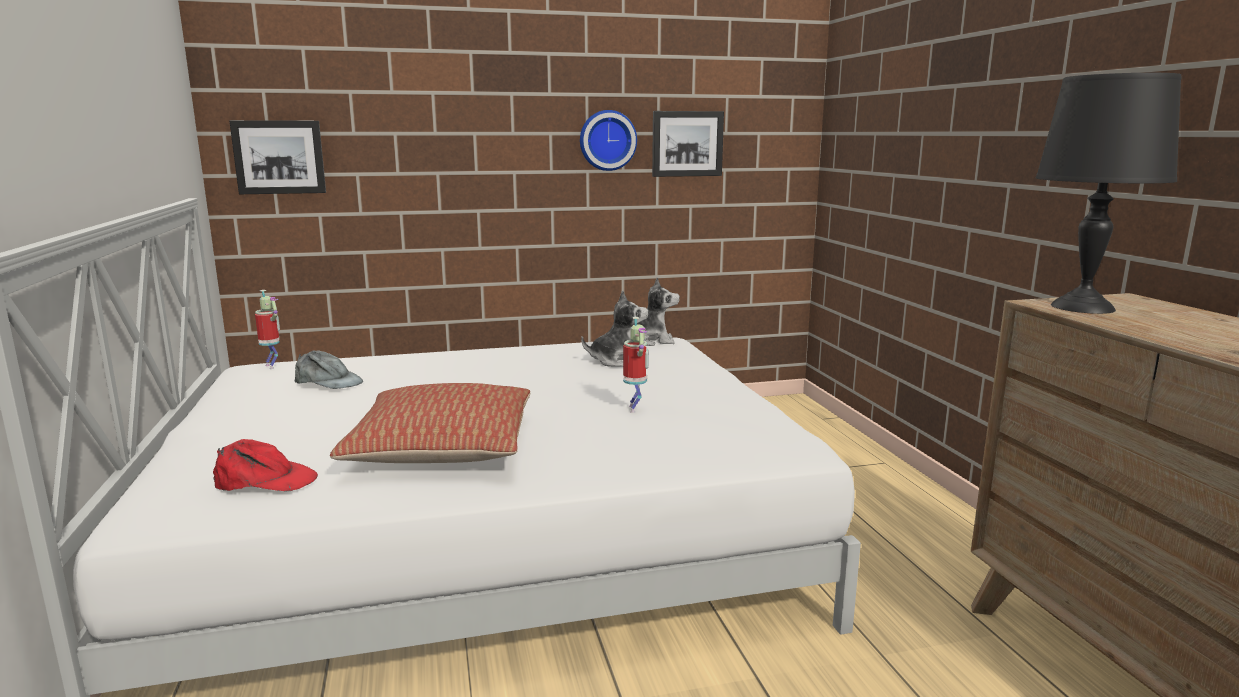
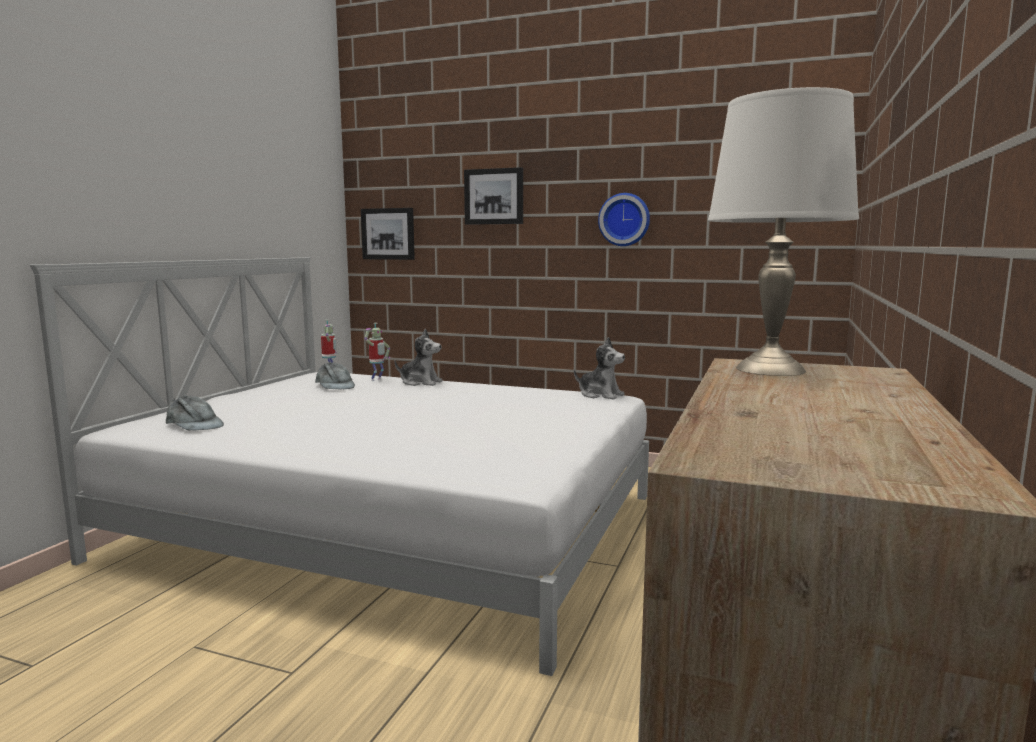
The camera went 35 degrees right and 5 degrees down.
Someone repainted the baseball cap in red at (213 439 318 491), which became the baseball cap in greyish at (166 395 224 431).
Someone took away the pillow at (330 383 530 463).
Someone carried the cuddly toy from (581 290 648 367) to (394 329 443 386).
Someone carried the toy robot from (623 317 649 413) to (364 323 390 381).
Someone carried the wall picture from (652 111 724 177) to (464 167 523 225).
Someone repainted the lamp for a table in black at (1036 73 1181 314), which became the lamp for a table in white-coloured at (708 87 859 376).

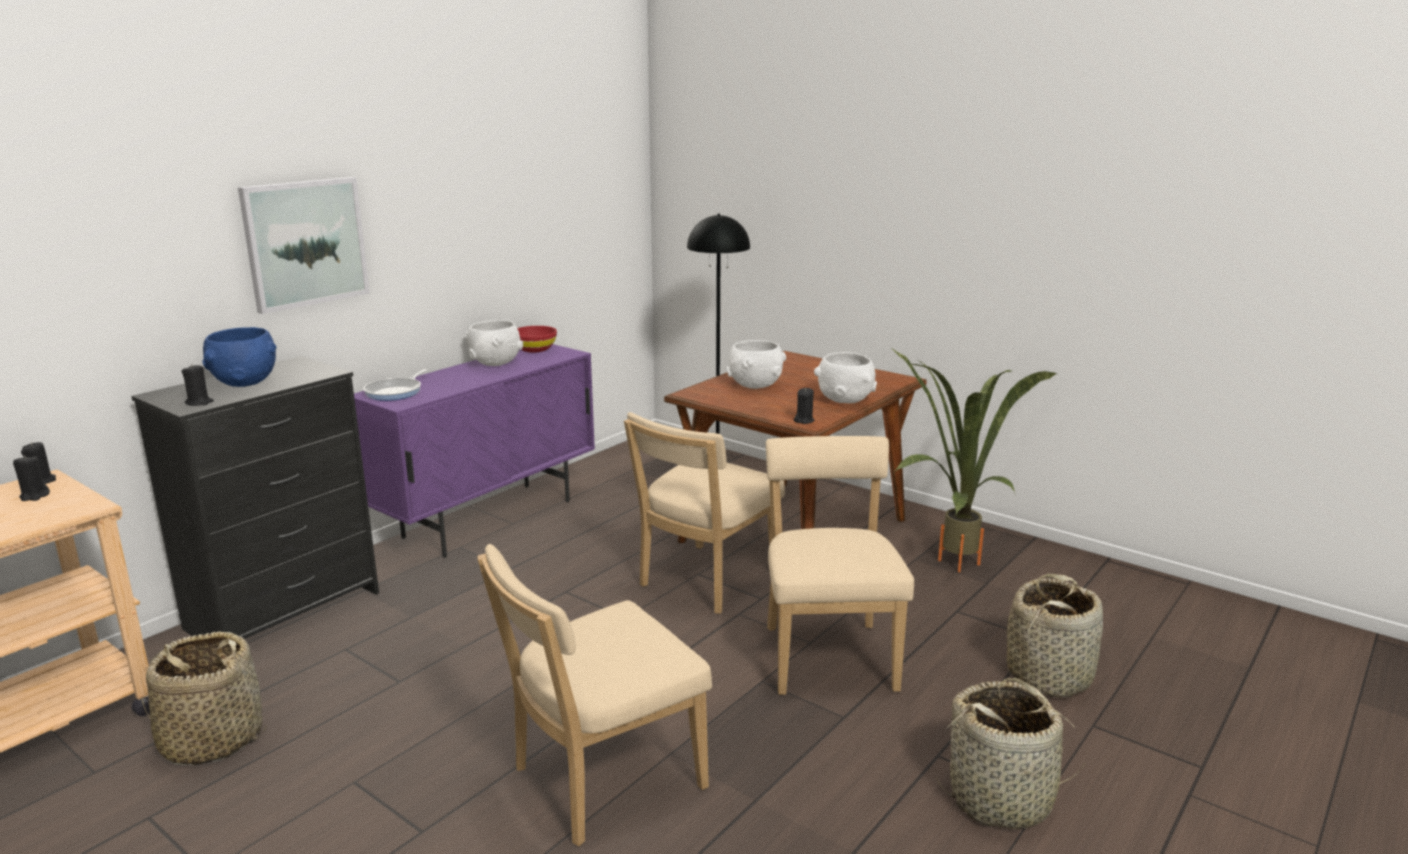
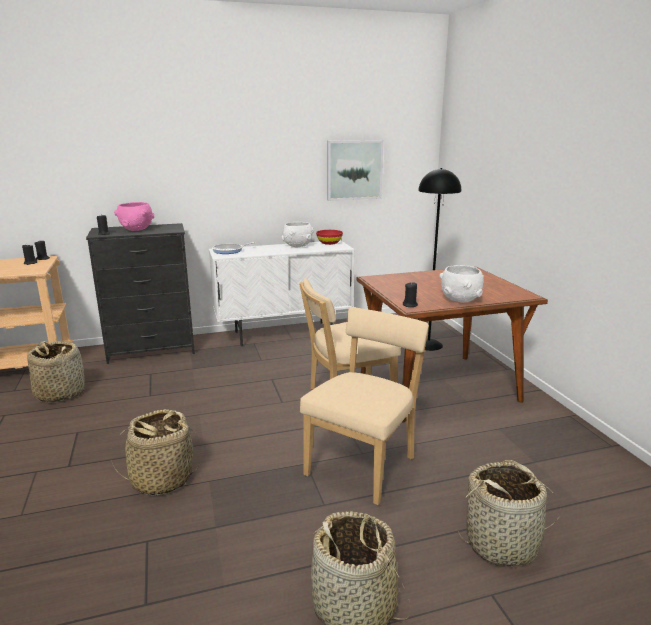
The camera went 35 degrees right and 0 degrees up.
Someone repainted the serving bowl in blue at (202 327 276 387), which became the serving bowl in pinkish at (114 202 154 231).
Someone carried the wall picture from (238 177 370 314) to (327 140 384 201).
Someone repainted the cabinet in purplish at (354 344 595 558), which became the cabinet in white-coloured at (209 240 354 346).
Someone swapped the upright chair in beige at (477 544 712 846) for the storage basket at (111 409 201 496).
Someone took away the serving bowl in white-coloured at (727 340 786 389).
Someone took away the houseplant at (891 348 1057 572).

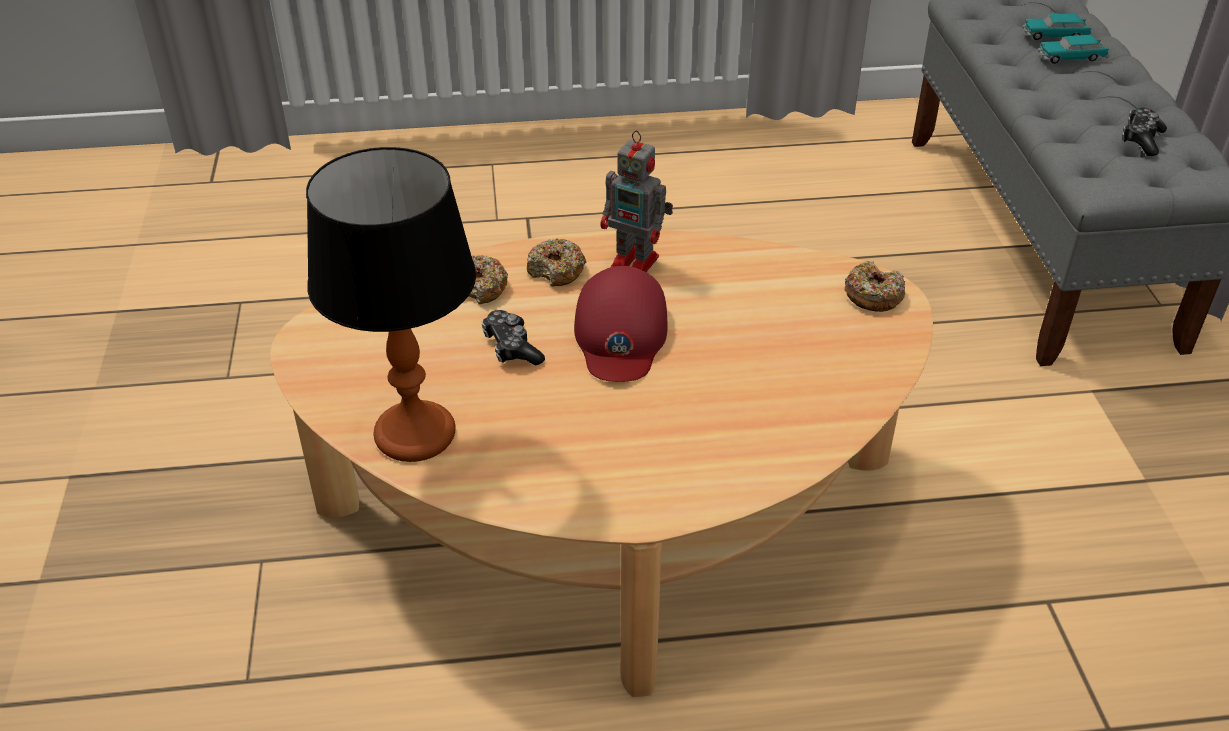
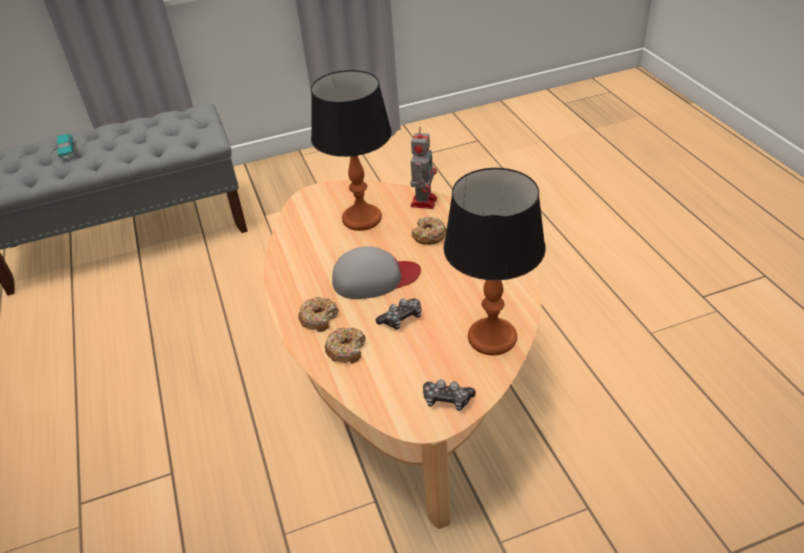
The camera went 100 degrees left and 0 degrees up.
Someone repainted the baseball cap in red at (574 266 668 382), which became the baseball cap in greyish at (332 246 421 299).
Someone carried the toy robot from (600 131 673 272) to (410 127 437 209).
Someone carried the doughnut from (845 261 905 312) to (411 217 447 245).
Someone took away the miniature car at (1022 14 1093 40).
Someone carried the joypad from (1122 108 1167 156) to (423 379 476 411).
Someone put down the lamp for a table at (311 70 392 231).

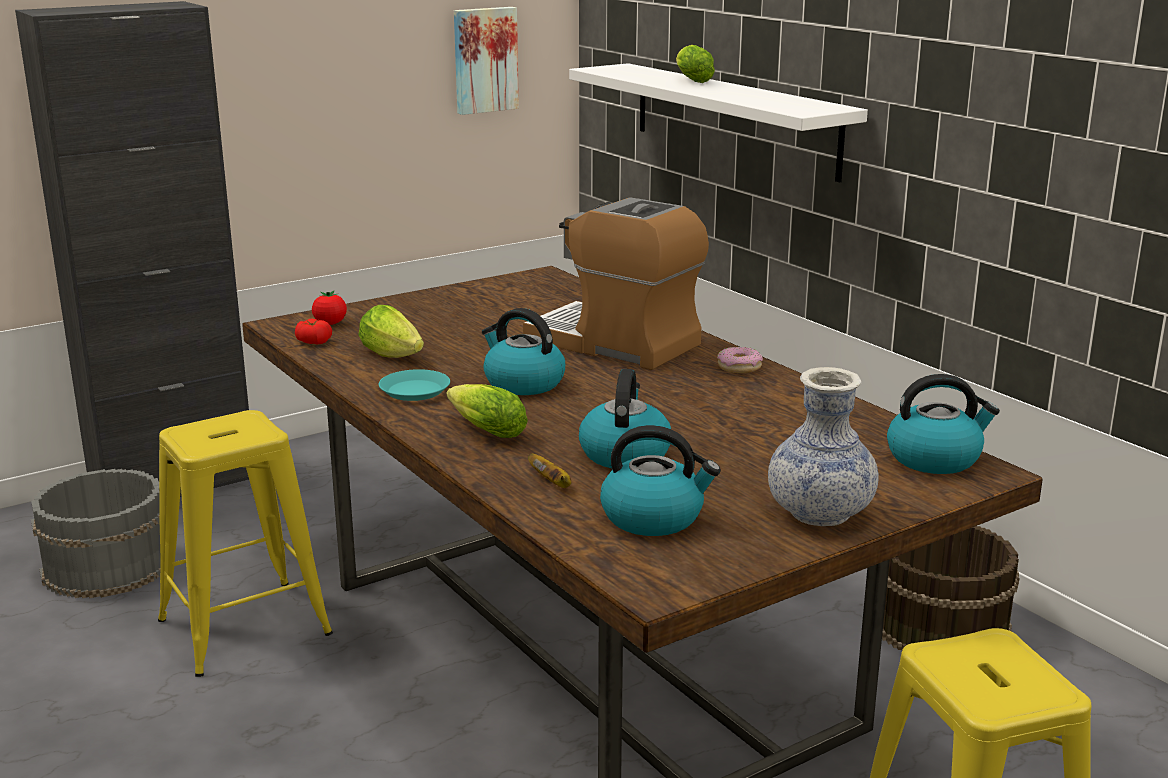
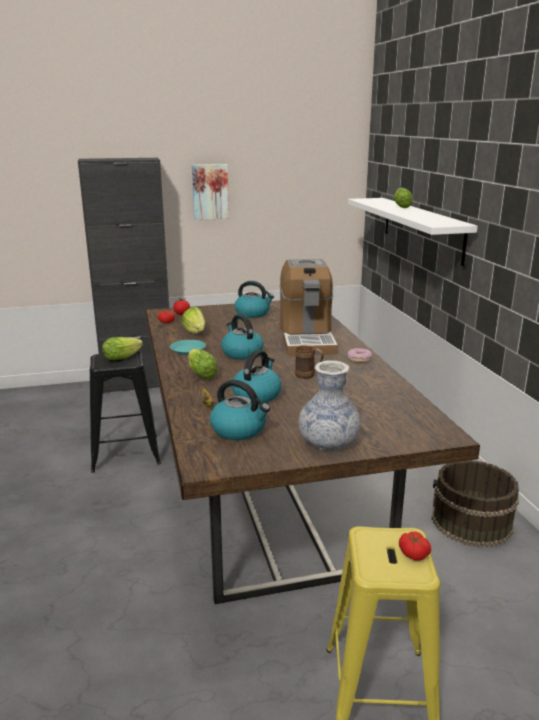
The camera went 20 degrees right and 0 degrees up.
Someone took away the bucket in greyish at (31 469 160 598).
Someone repainted the sitting stool in yellow at (158 410 333 677), which became the sitting stool in black at (90 351 161 473).
Someone carried the wall picture from (454 7 519 115) to (192 164 229 220).
Someone rotated the coffee machine at (523 197 709 370) by 150 degrees counterclockwise.
Someone carried the water kettle from (887 374 1000 474) to (235 281 274 318).
Someone put down the lettuce at (102 337 143 360).
Someone put down the coffee mug in brownish at (295 345 324 379).
Someone put down the whole tomato at (399 531 431 561).

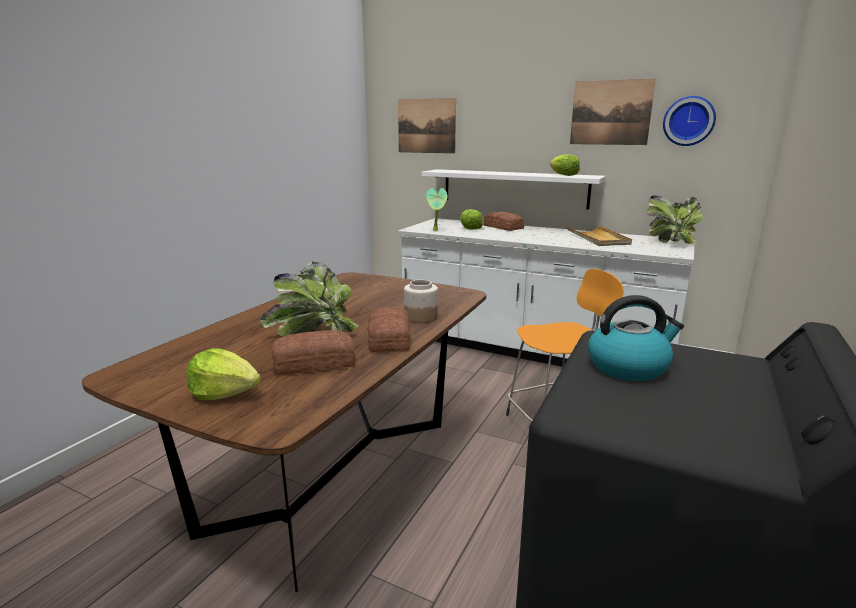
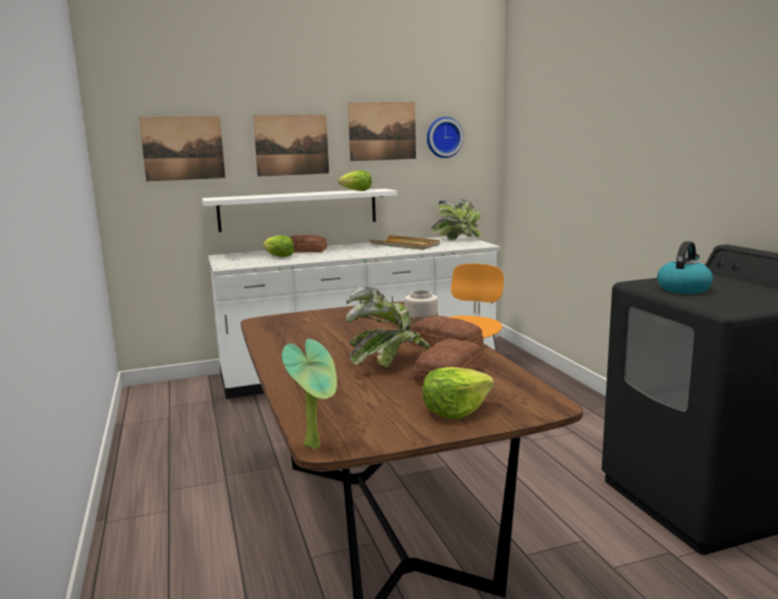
The camera went 45 degrees left and 5 degrees down.
Someone carried the houseplant from (426 188 448 231) to (282 339 337 450).
Someone put up the wall picture at (253 114 329 177).

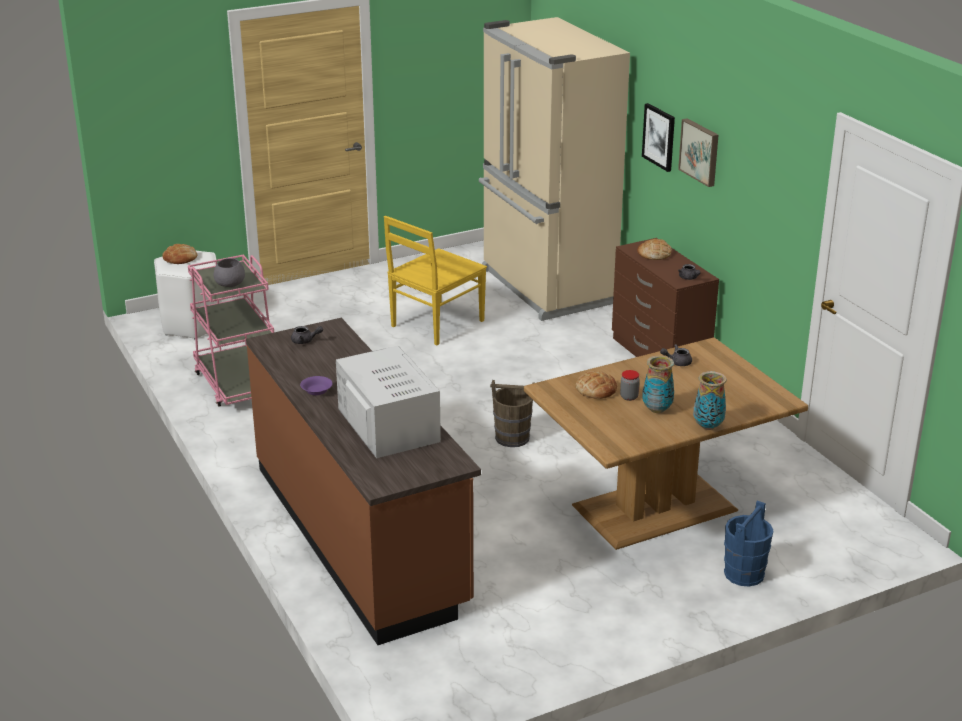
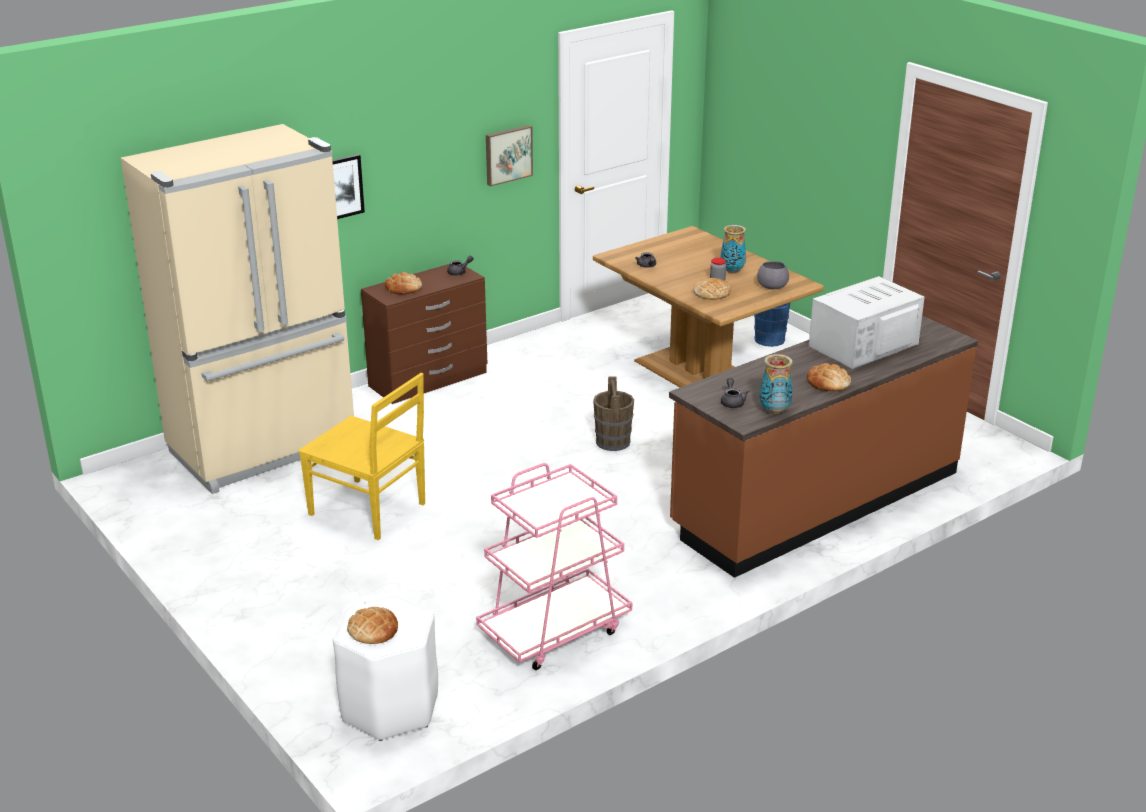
The camera went 100 degrees left and 0 degrees up.
Someone carried the serving bowl in greyish from (214 258 245 287) to (757 261 789 289).
Someone swapped the serving bowl in purplish at (300 376 332 395) for the bakery bread at (807 363 851 391).
Someone carried the wall picture from (678 118 718 187) to (486 125 533 186).
Someone carried the vase from (693 371 727 430) to (759 354 793 414).

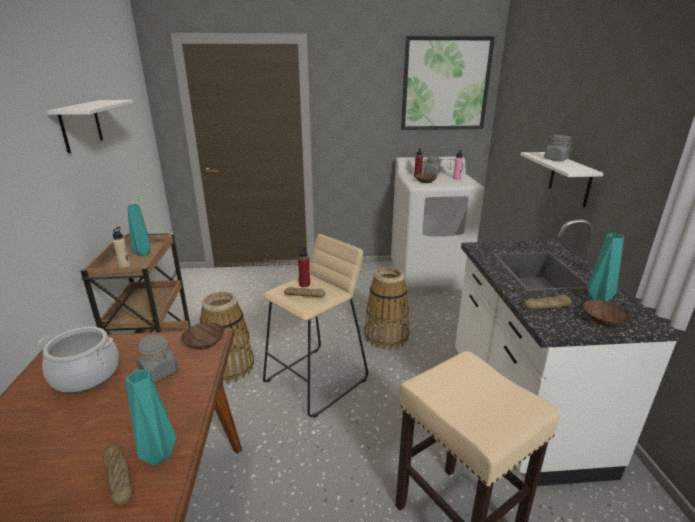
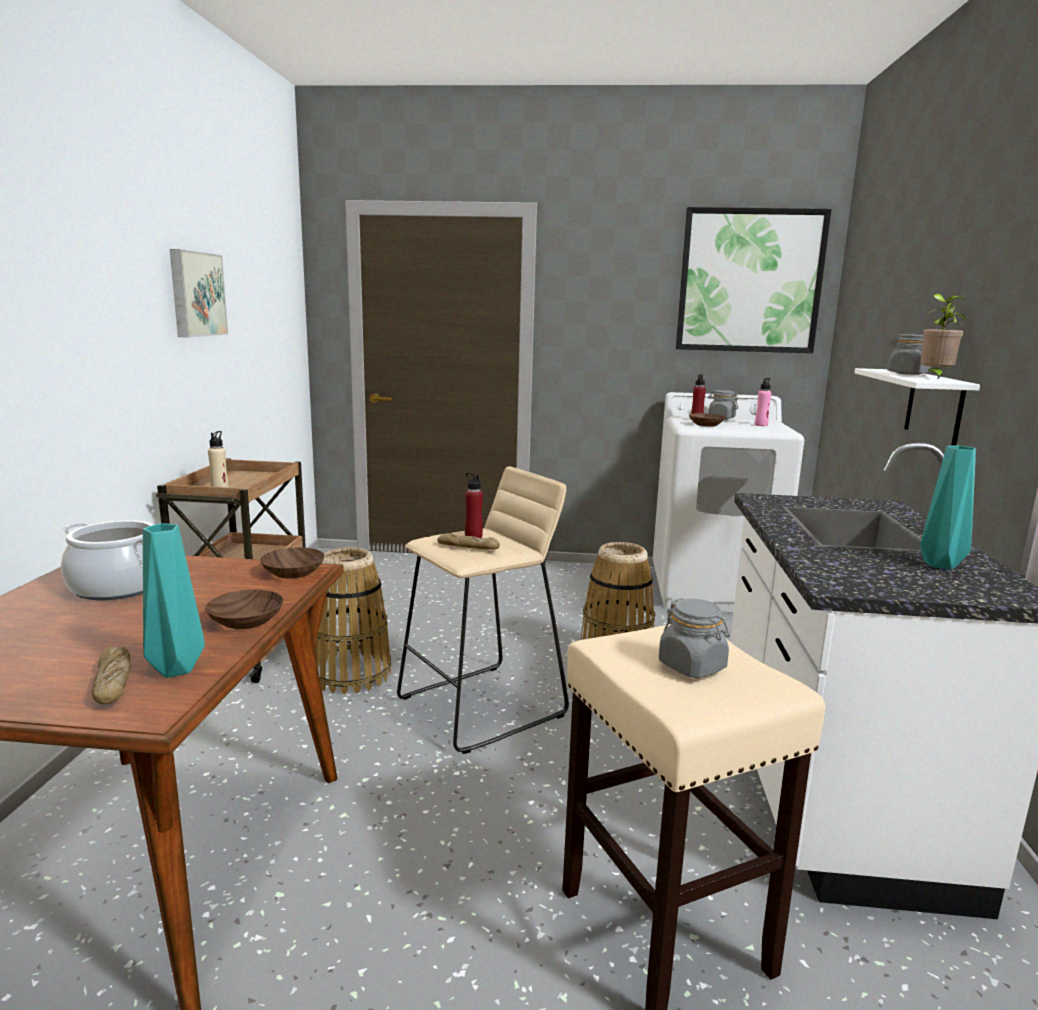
The camera went 10 degrees right and 10 degrees down.
Someone swapped the wall shelf in white-coloured at (47 100 133 153) for the wall picture at (170 249 228 338).
Someone took away the vase in turquoise at (127 204 151 256).
Someone carried the jar in greyish from (137 335 178 382) to (659 598 730 678).
Someone took away the bakery bread at (524 295 572 309).
Someone carried the serving bowl in brownish from (583 300 632 327) to (205 589 284 629).
Someone put down the houseplant at (920 294 966 379).

